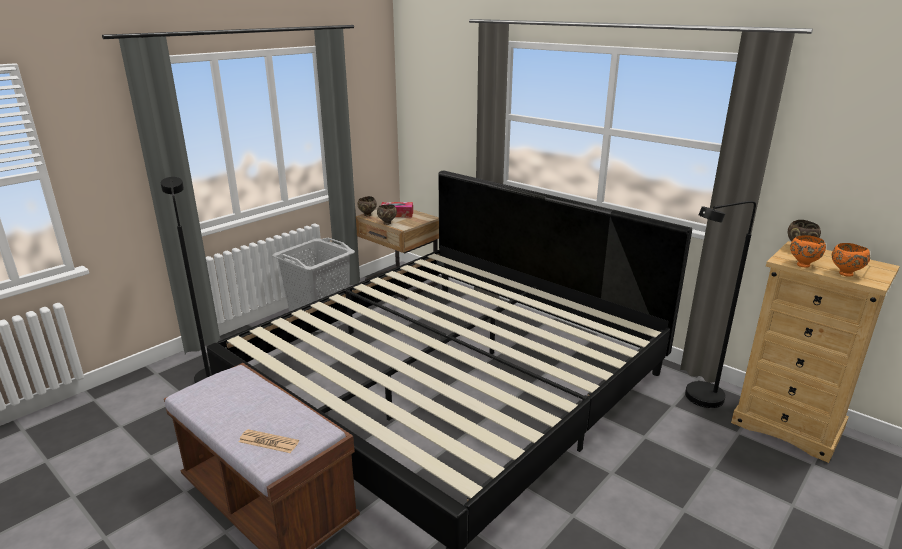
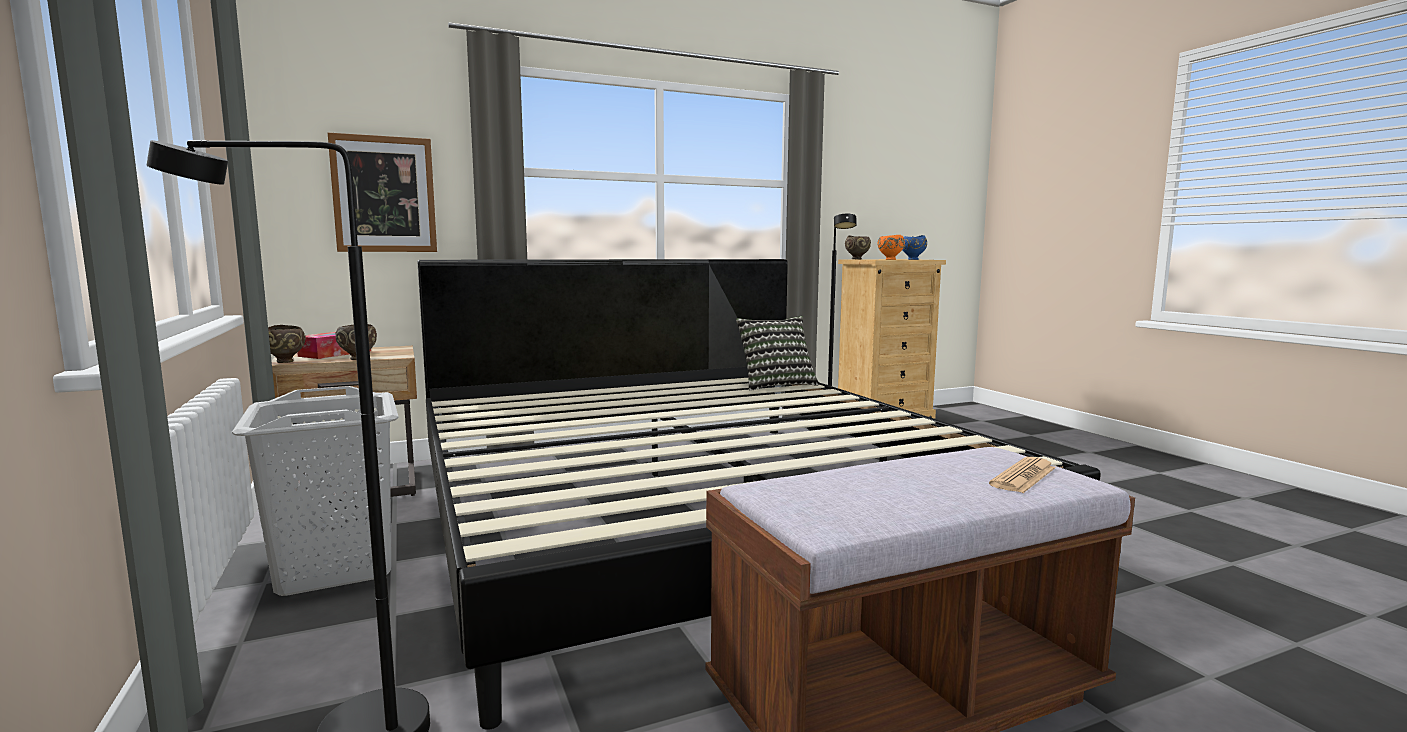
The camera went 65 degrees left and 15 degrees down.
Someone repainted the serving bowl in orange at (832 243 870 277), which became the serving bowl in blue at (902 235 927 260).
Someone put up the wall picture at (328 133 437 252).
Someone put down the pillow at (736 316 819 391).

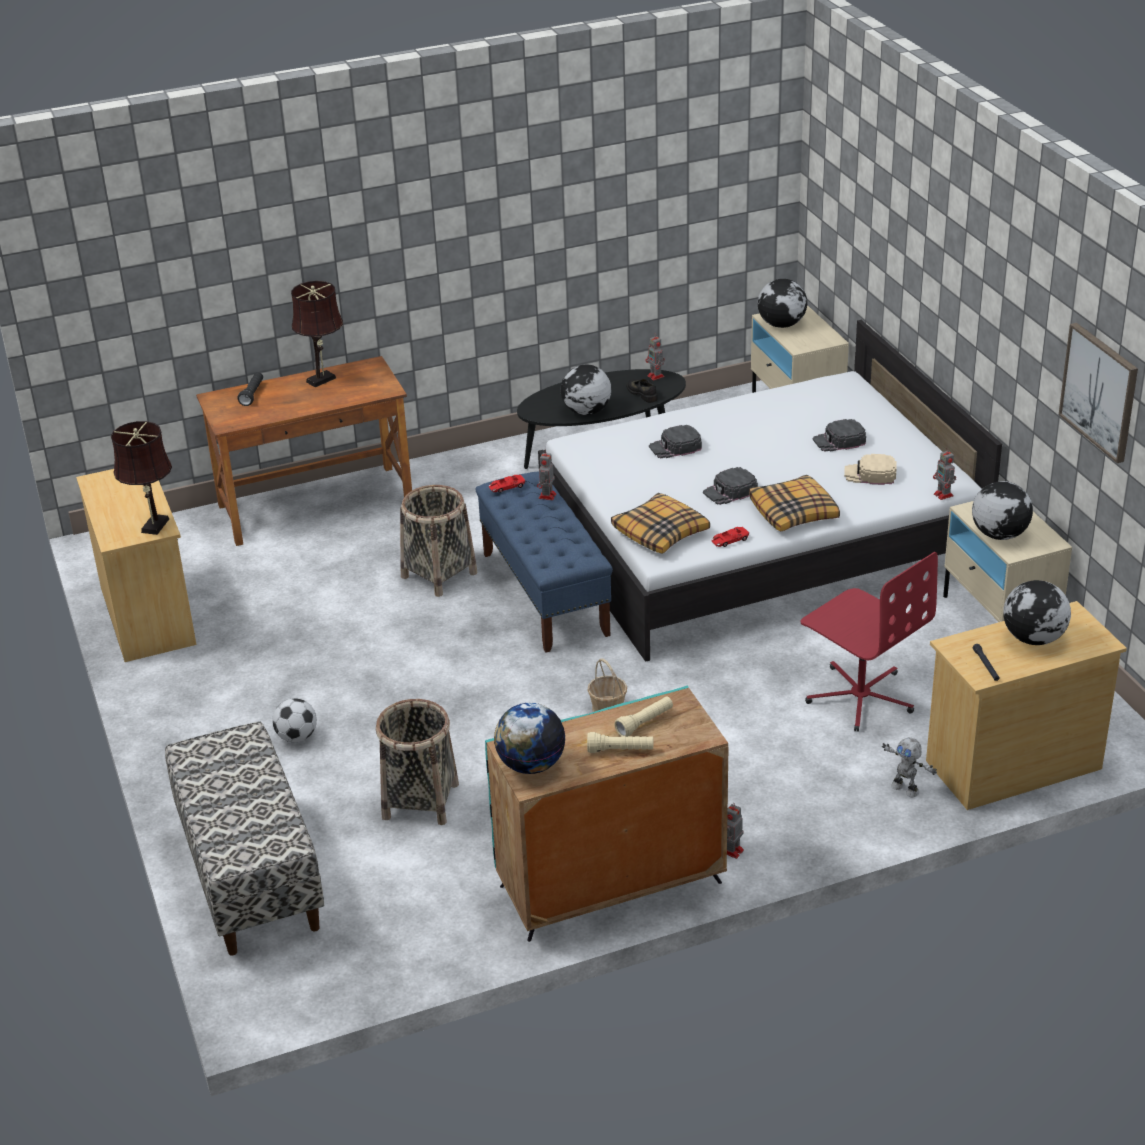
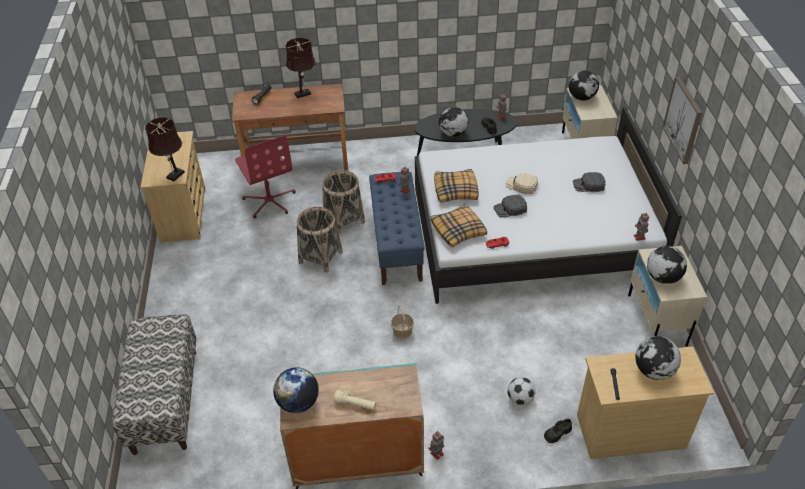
The camera went 15 degrees right and 10 degrees up.
Someone carried the football ball from (272 698 317 742) to (508 377 536 405).
Someone carried the storage basket from (376 699 459 825) to (297 207 343 273).
Someone took away the flashlight in beige at (614 696 673 737).
Someone took away the baseball cap in black at (649 425 702 458).
Someone carried the pillow from (749 475 840 532) to (434 169 479 203).
Someone carried the office chair in red from (800 552 938 732) to (235 136 296 218).
Someone carried the baseball cap in beige from (844 454 897 485) to (506 173 538 194).
Someone swapped the toy robot at (882 738 937 797) for the low shoe in black at (544 419 572 443).
Someone carried the wall picture from (1059 323 1138 463) to (663 76 702 164).

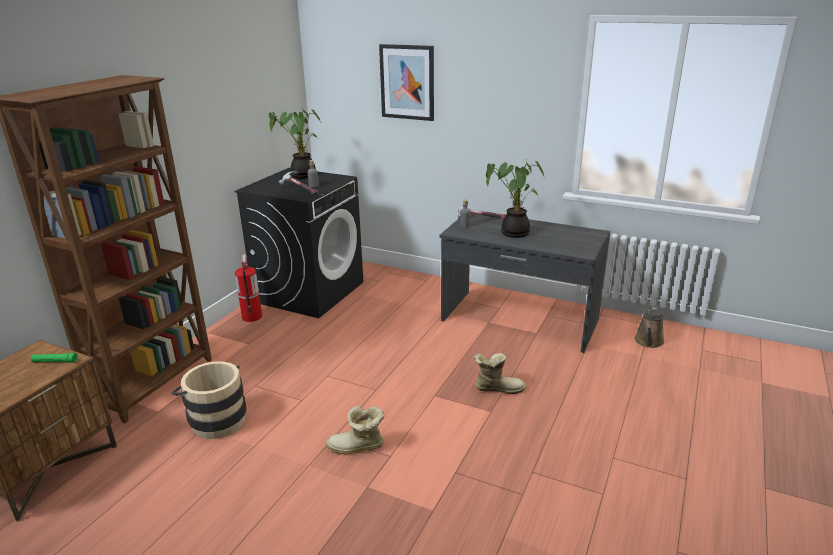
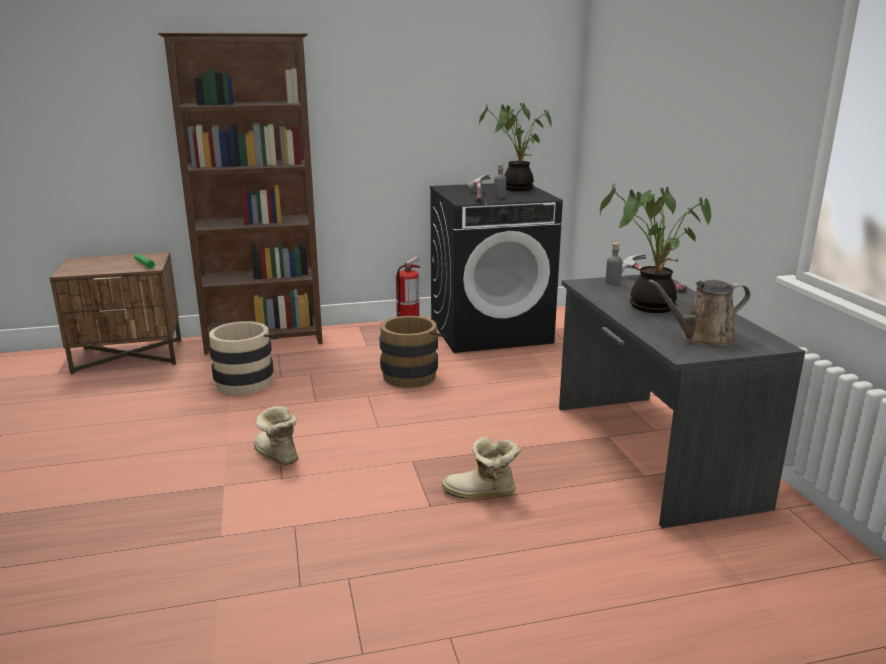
The camera went 50 degrees right and 5 degrees down.
Someone took away the wall picture at (379 44 434 121).
Someone rotated the high-top boot at (474 353 526 394) by 135 degrees clockwise.
Someone carried the watering pot in brownish from (634 307 664 348) to (648 279 751 346).
Someone put down the bucket in brownish at (379 316 447 388).

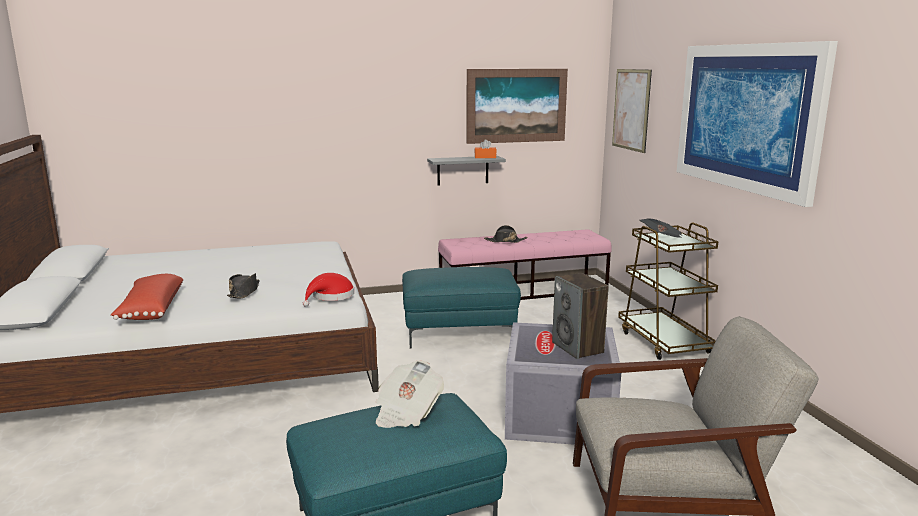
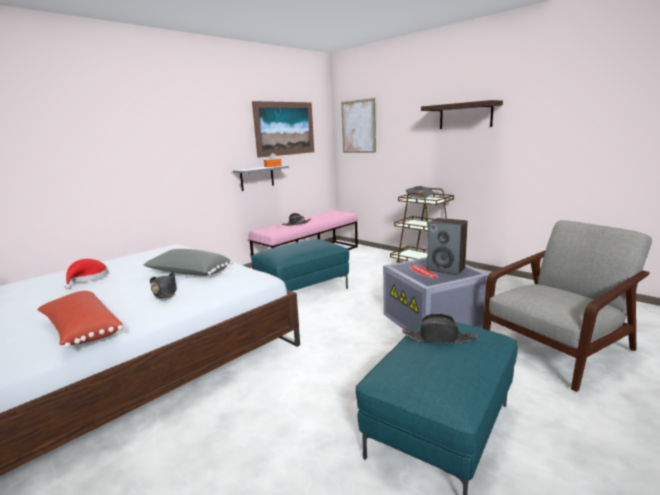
The camera went 30 degrees left and 0 degrees up.
Someone carried the clothing hat in red from (303 273 354 307) to (65 259 109 289).
Someone swapped the printed paper at (376 360 444 428) for the clothing hat in black at (402 314 478 343).
Someone swapped the wall picture at (677 41 838 207) for the wall shelf at (421 100 503 129).
Someone put down the pillow in greyish at (144 249 233 276).

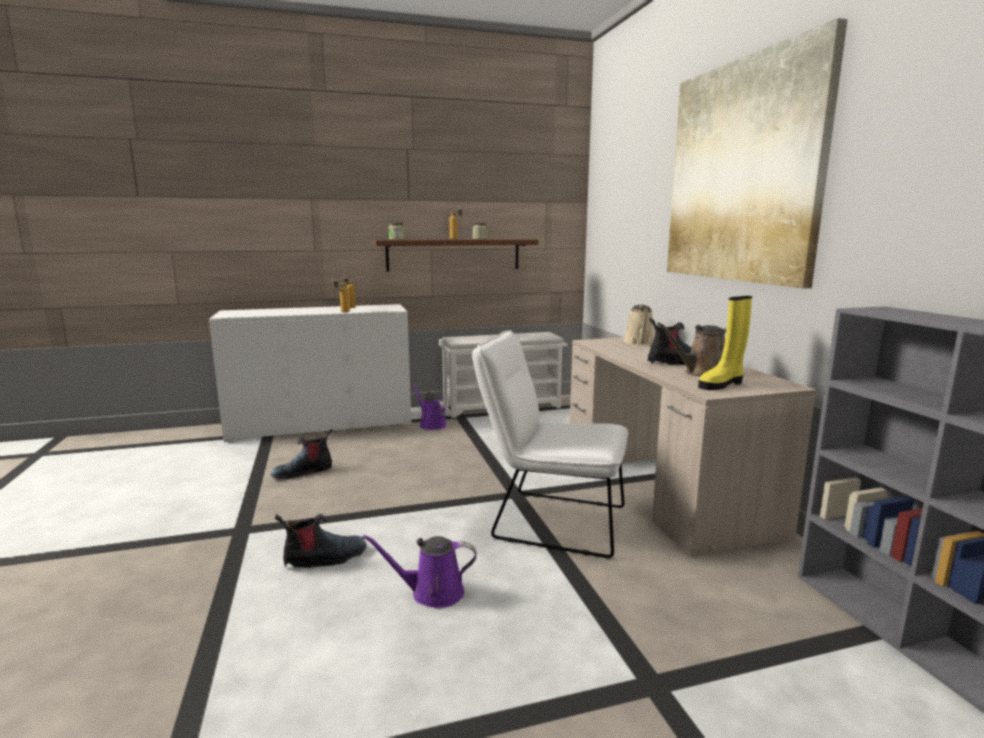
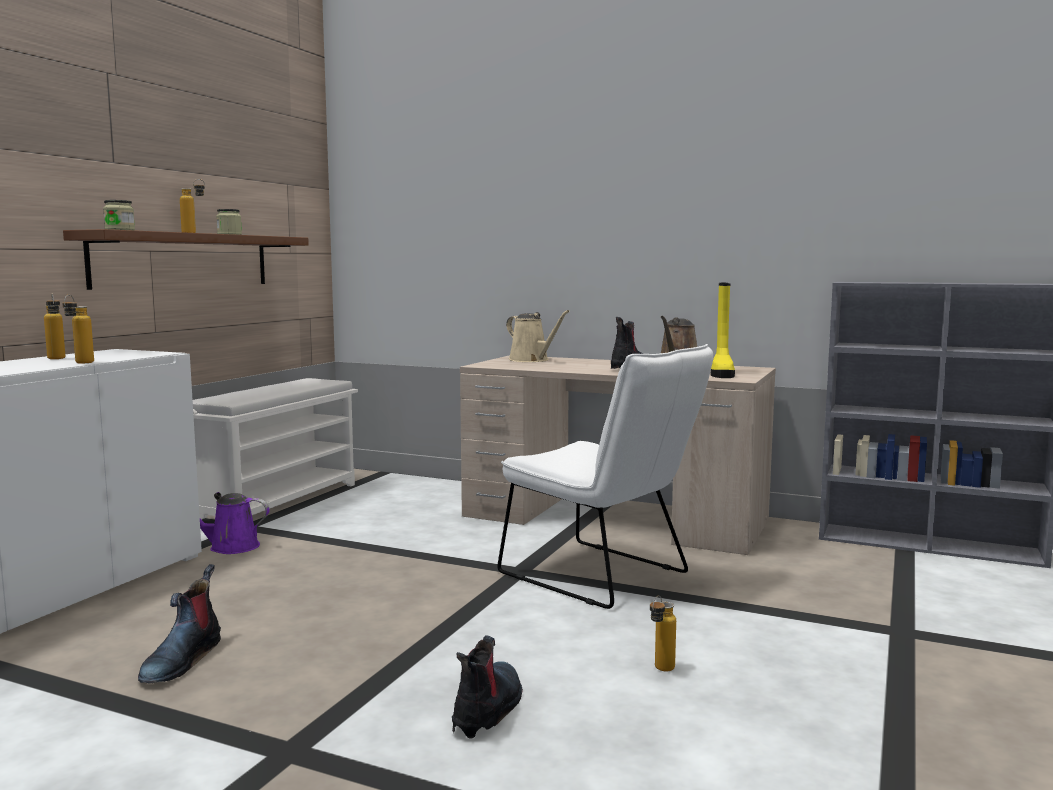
The camera went 50 degrees left and 5 degrees down.
Someone swapped the watering pot in purplish at (362 535 476 608) for the drink bottle at (650 595 676 671).
Someone rotated the upright chair in white-coloured at (472 330 628 558) by 105 degrees counterclockwise.
Someone took away the wall picture at (667 18 848 289).

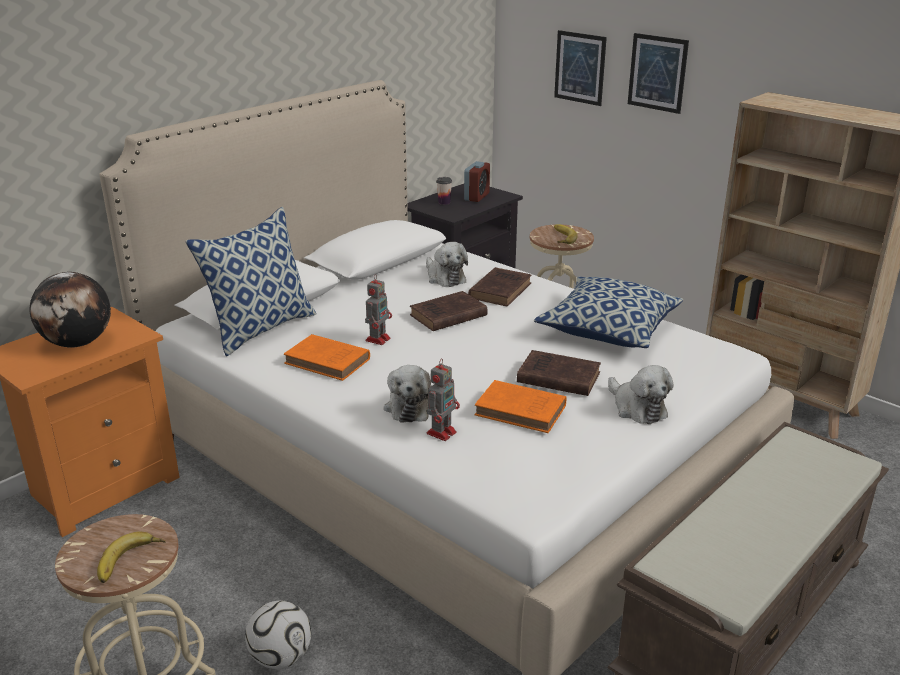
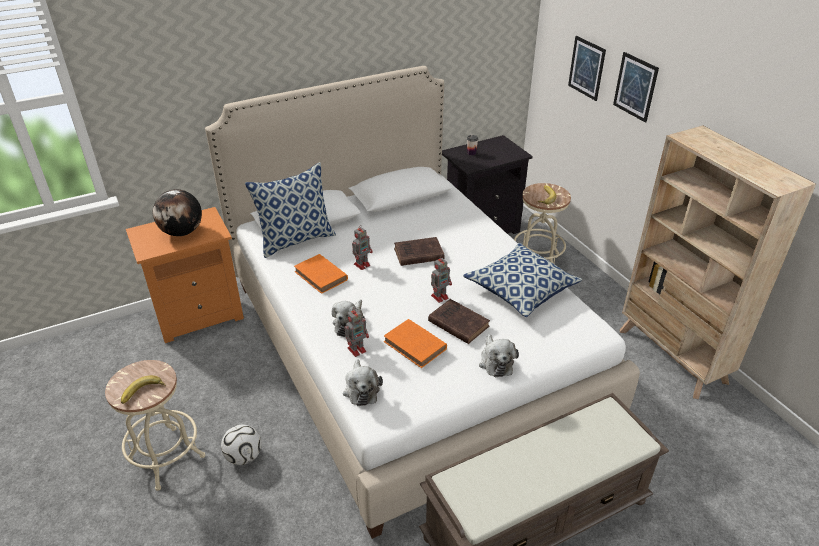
The camera went 20 degrees right and 10 degrees up.
Someone carried the cuddly toy from (426 242 468 287) to (343 359 383 406).
Someone took away the alarm clock at (464 161 490 202).
Someone took away the bound book in brownish at (468 267 531 306).
Someone put down the toy robot at (431 256 452 303).

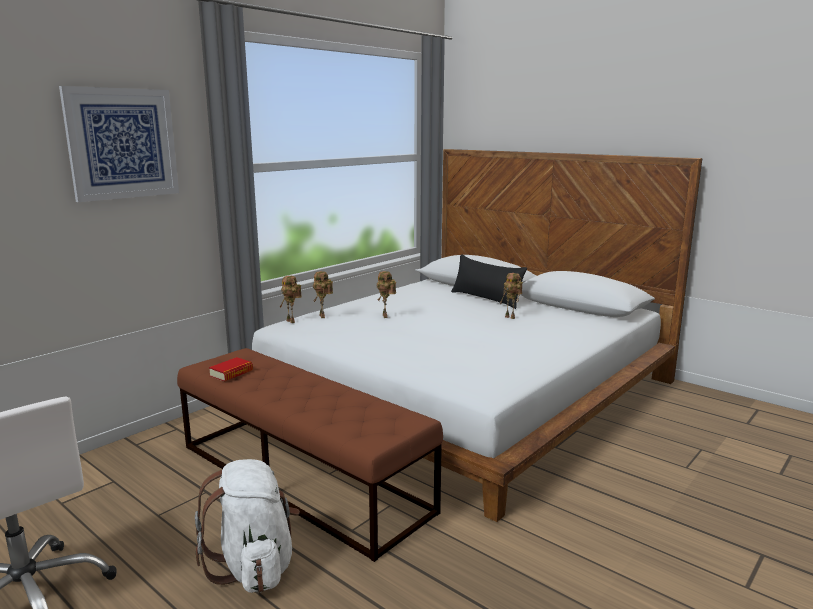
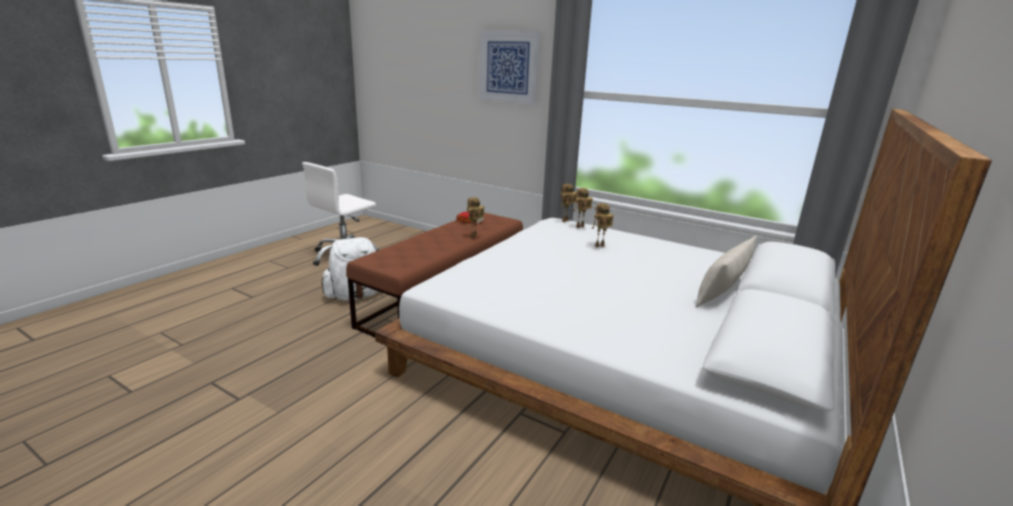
The camera went 80 degrees right and 5 degrees up.
Someone repainted the pillow in black at (451 254 527 309), which became the pillow in beige at (695 236 757 307).
Someone carried the toy robot from (500 273 523 319) to (466 197 484 238).

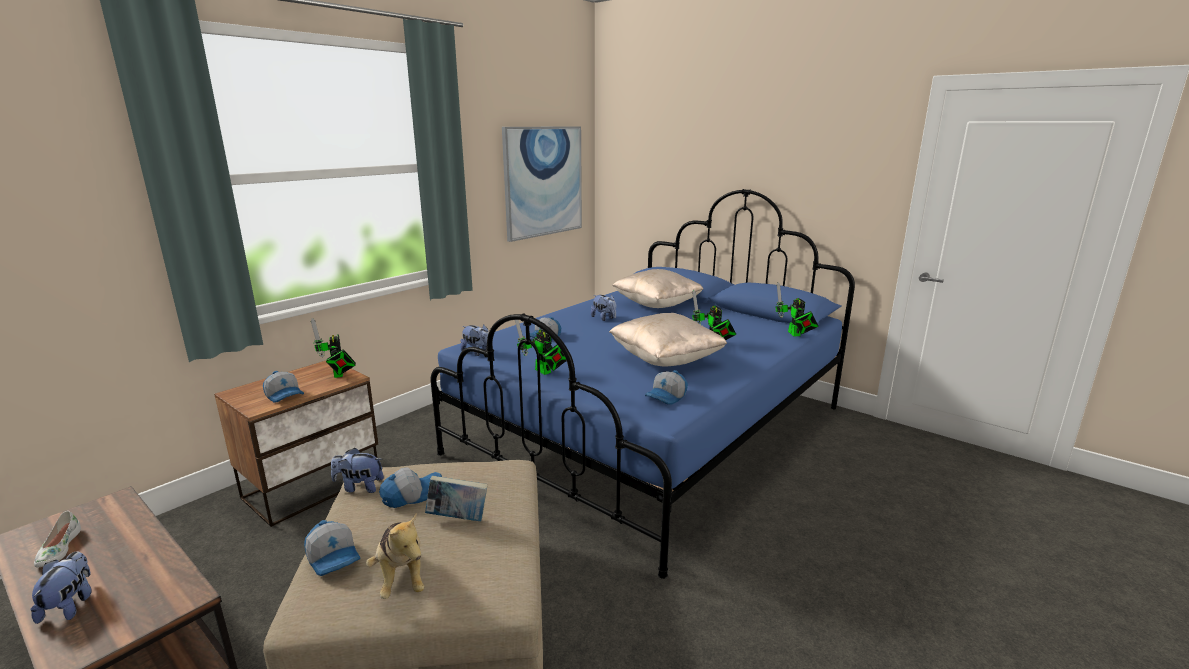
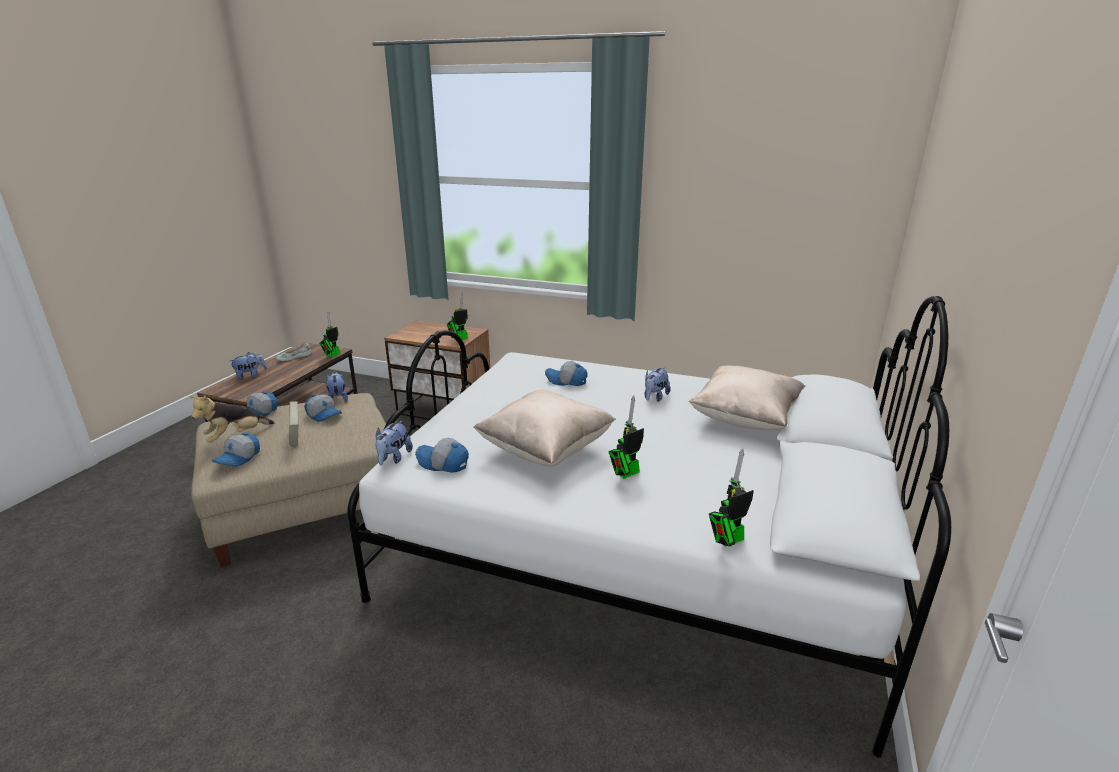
The camera went 70 degrees right and 5 degrees up.
Someone carried the baseball cap from (263 371 304 403) to (212 433 260 467).
Someone repainted the sleeping bed in blue at (431 189 855 579), which became the sleeping bed in white-coloured at (347 296 951 757).
Someone carried the cuddly toy from (460 325 489 356) to (375 420 413 465).
Someone took away the wall picture at (502 126 582 242).
Someone carried the toy robot from (515 320 566 375) to (319 311 341 357).

